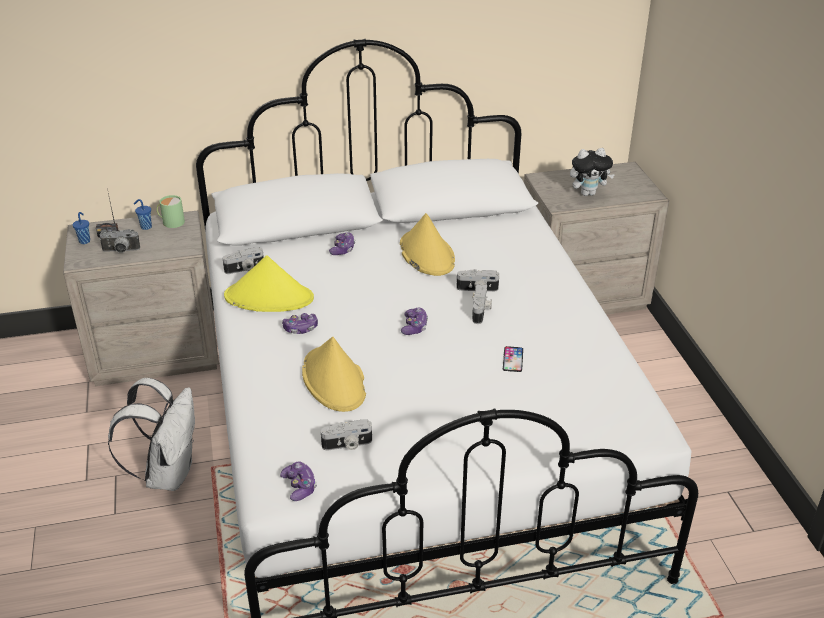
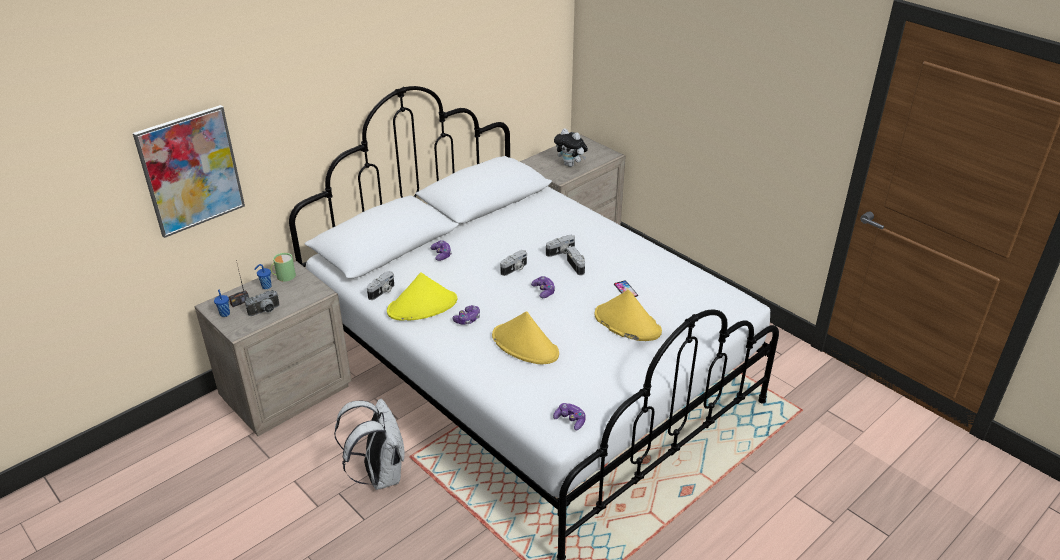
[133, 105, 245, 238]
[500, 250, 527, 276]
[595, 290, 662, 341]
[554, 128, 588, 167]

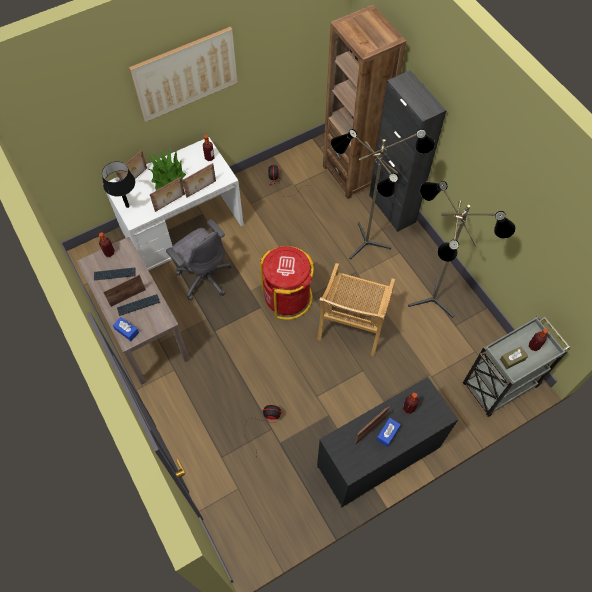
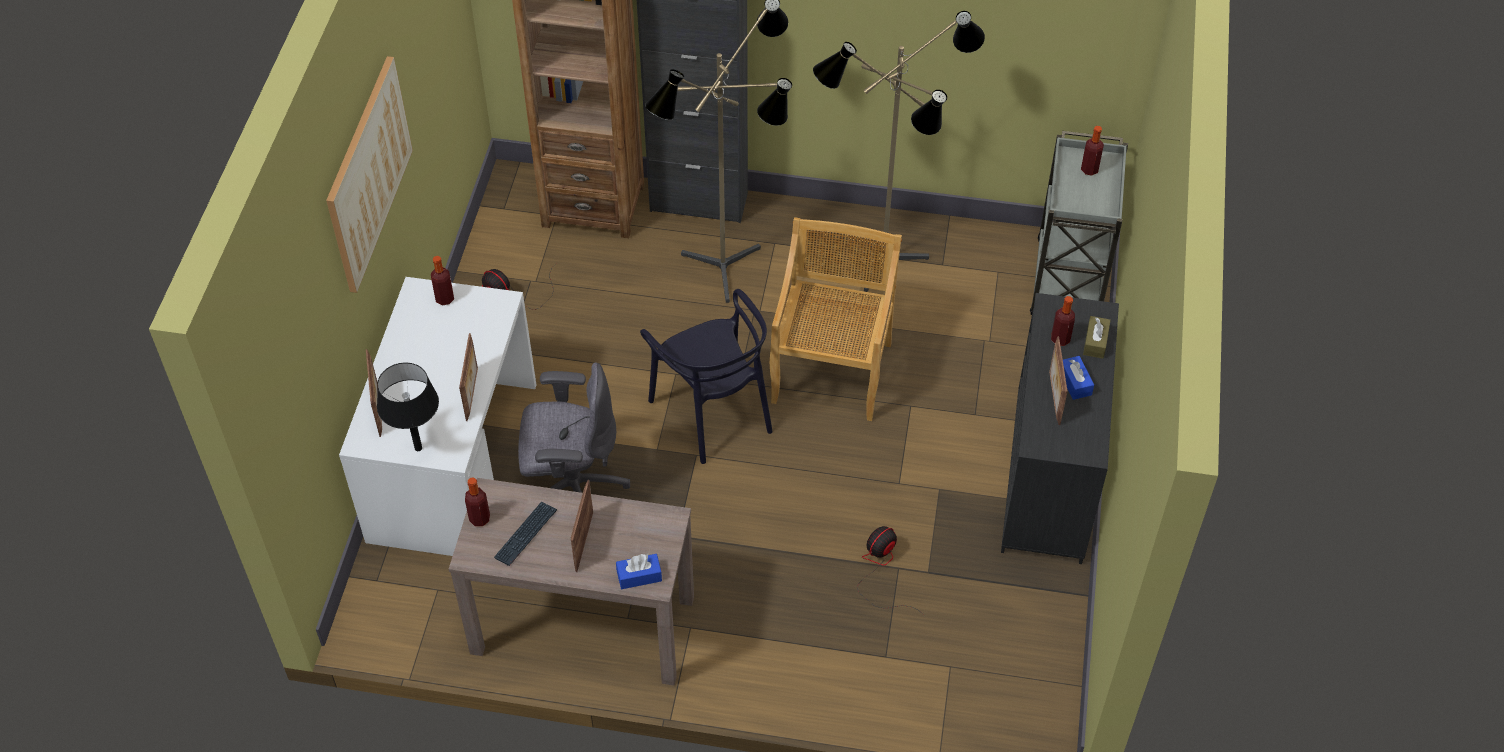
[117, 294, 160, 316] (first image)
[148, 146, 186, 190] (first image)
[182, 163, 216, 198] (first image)
[1083, 316, 1111, 359]
[640, 289, 773, 464]
[770, 217, 902, 421]

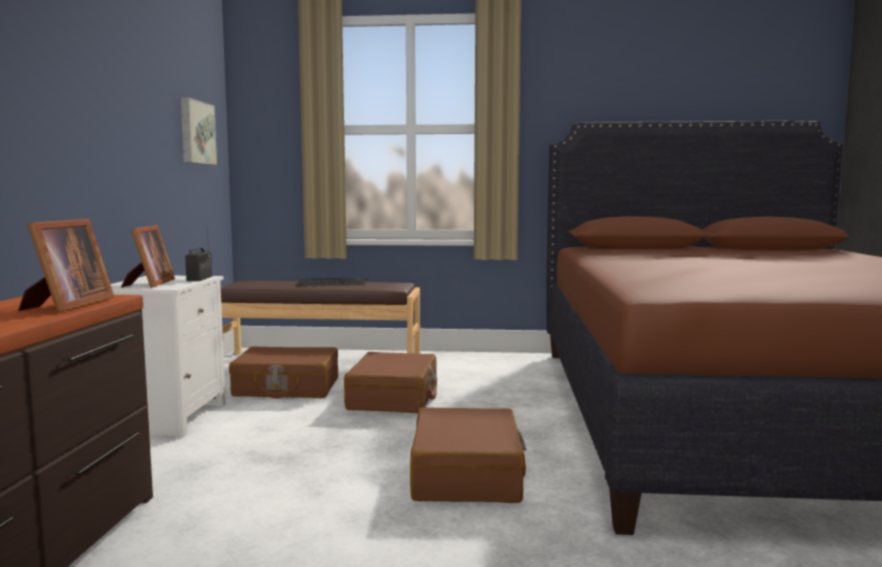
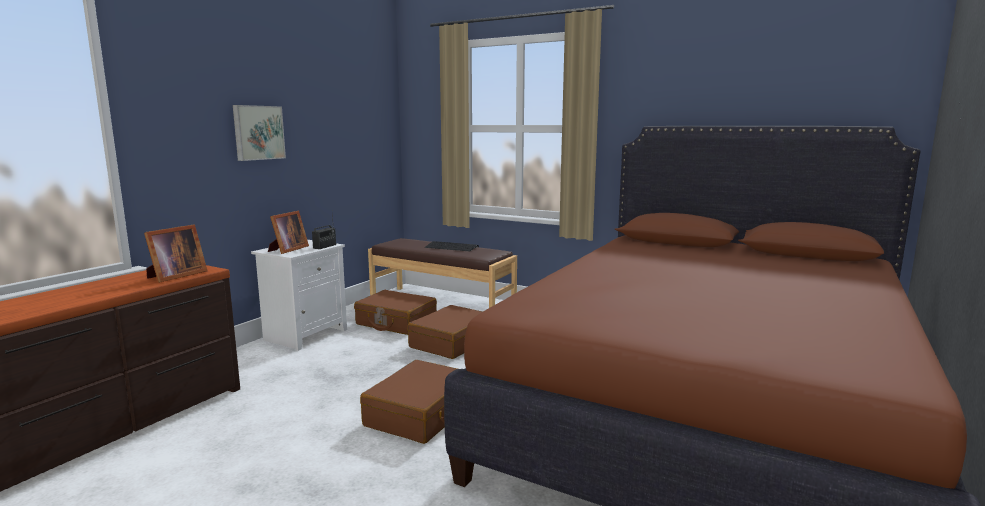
[233, 105, 286, 161]

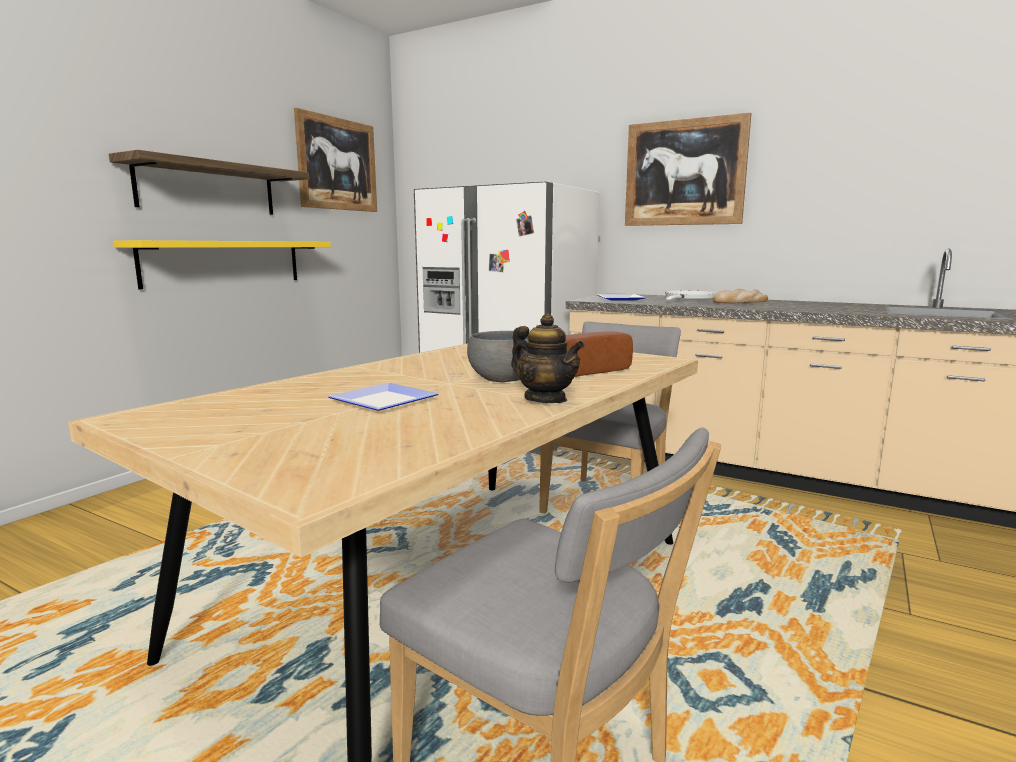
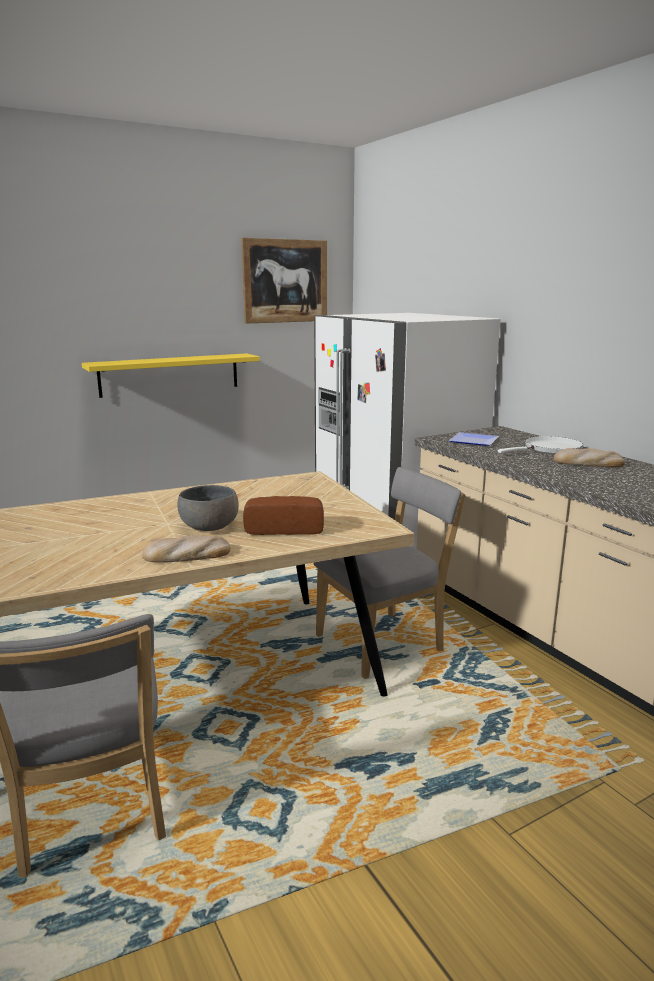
[109, 150, 309, 215] (first image)
[328, 383, 439, 411] (first image)
[625, 113, 751, 226] (first image)
[142, 535, 231, 563]

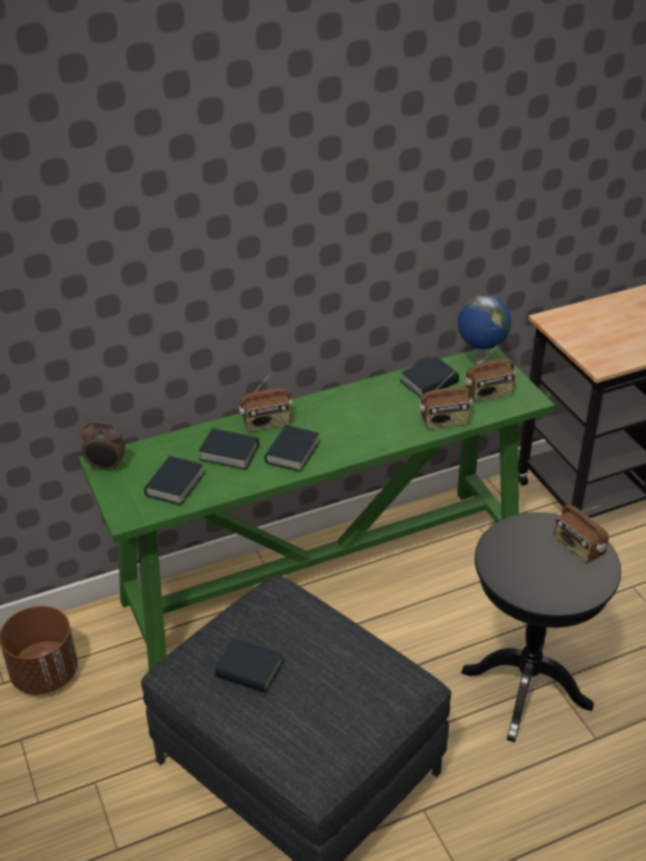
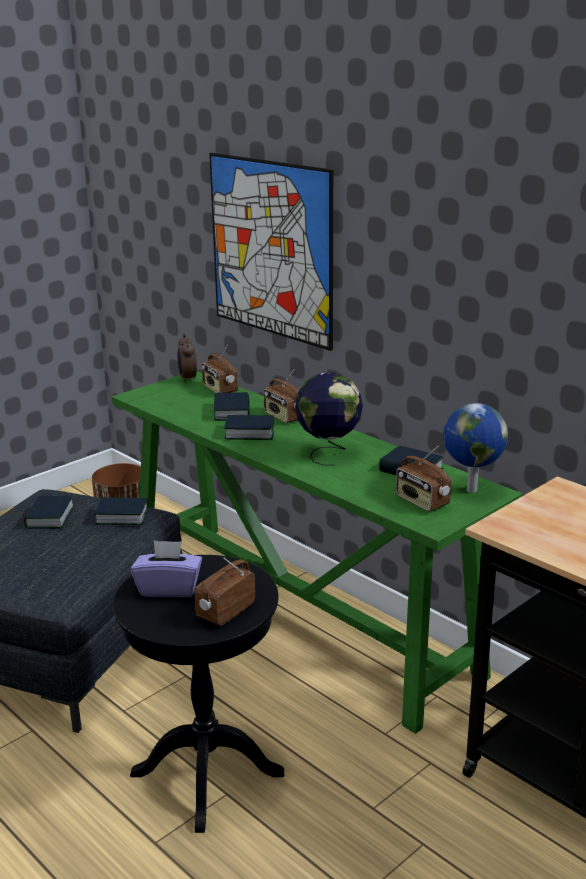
[131, 540, 202, 597]
[209, 153, 333, 351]
[295, 372, 363, 466]
[94, 497, 148, 525]
[202, 345, 238, 393]

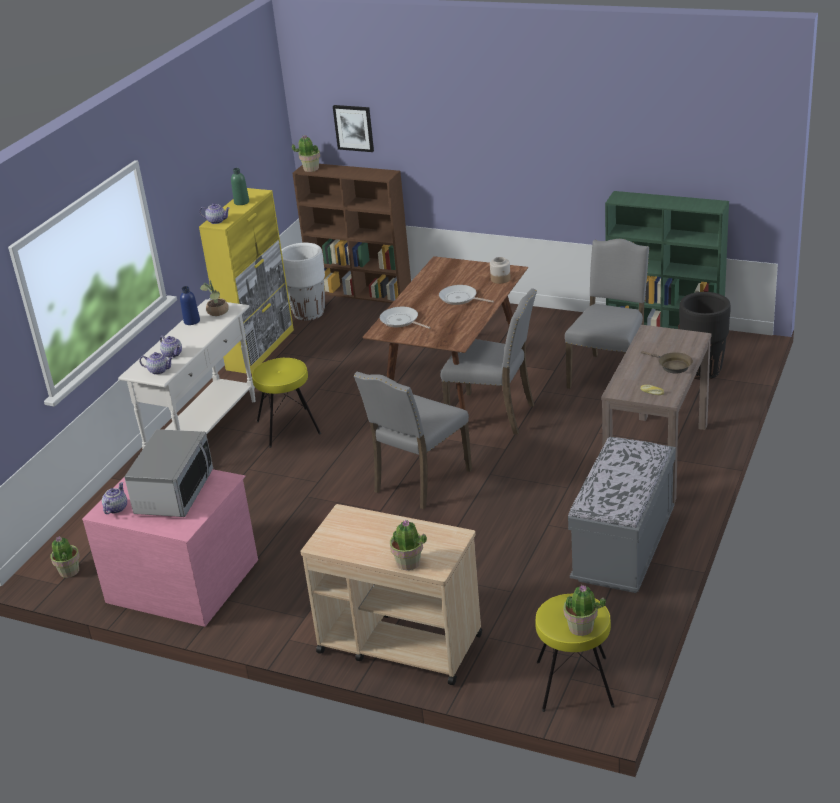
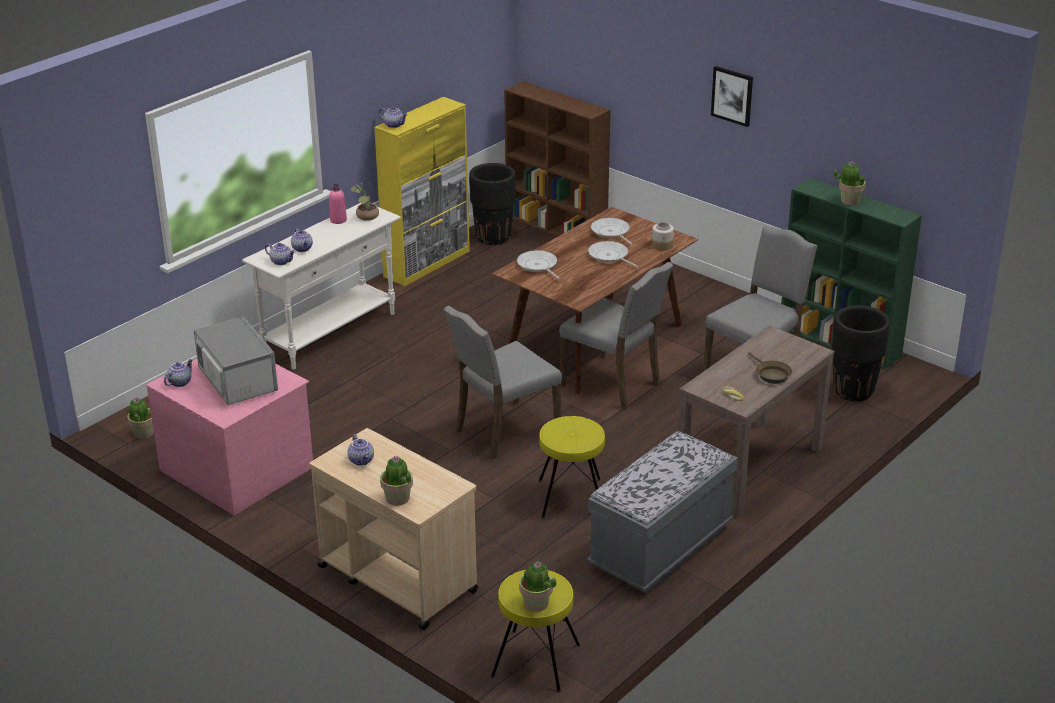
[231, 168, 249, 205] (first image)
[348, 434, 374, 466]
[591, 218, 634, 246]
[539, 416, 605, 518]
[833, 161, 866, 205]
[711, 66, 753, 127]
[329, 184, 347, 224]
[469, 163, 516, 245]
[194, 316, 278, 405]

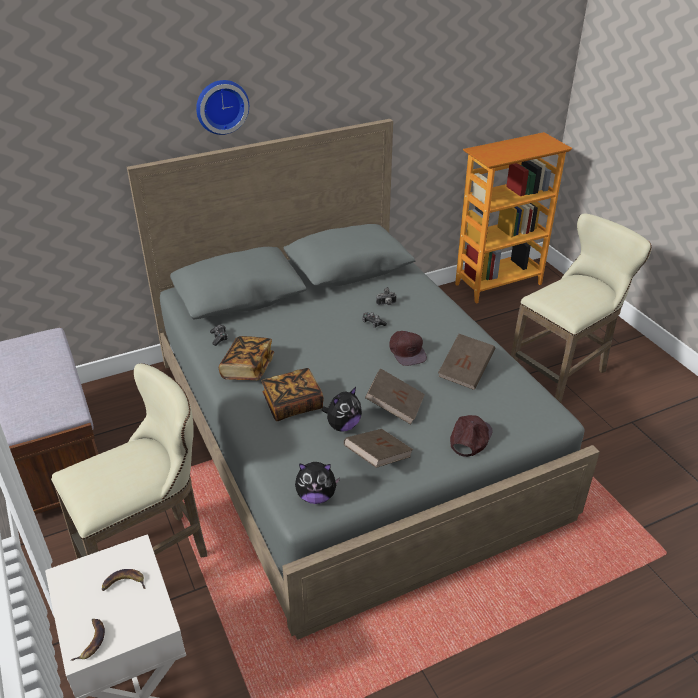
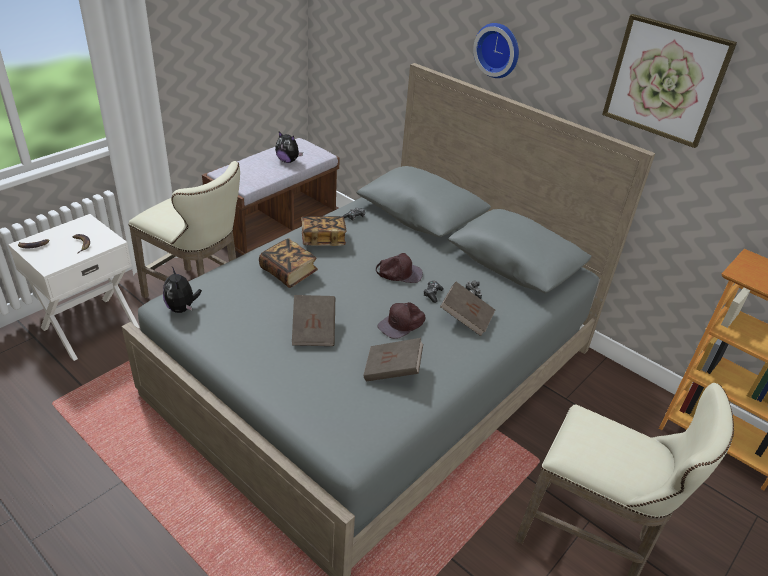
[602, 14, 737, 148]
[275, 132, 303, 163]
[440, 282, 495, 336]
[376, 253, 423, 283]

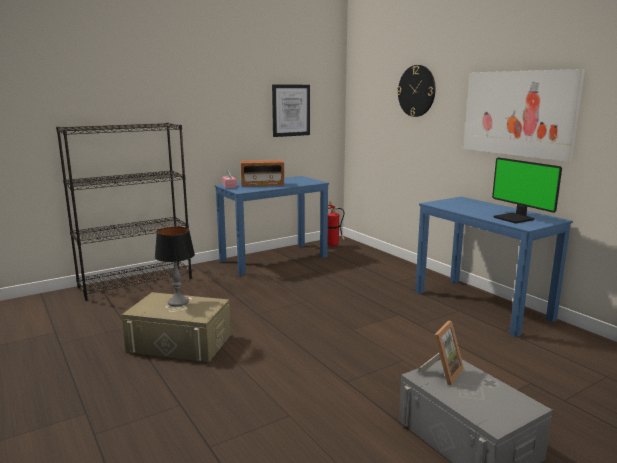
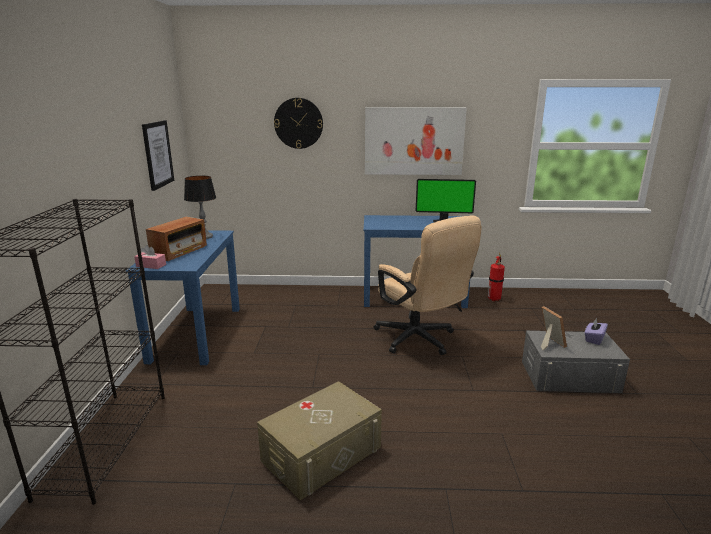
[373, 215, 482, 355]
[585, 318, 608, 345]
[184, 176, 216, 239]
[488, 253, 505, 301]

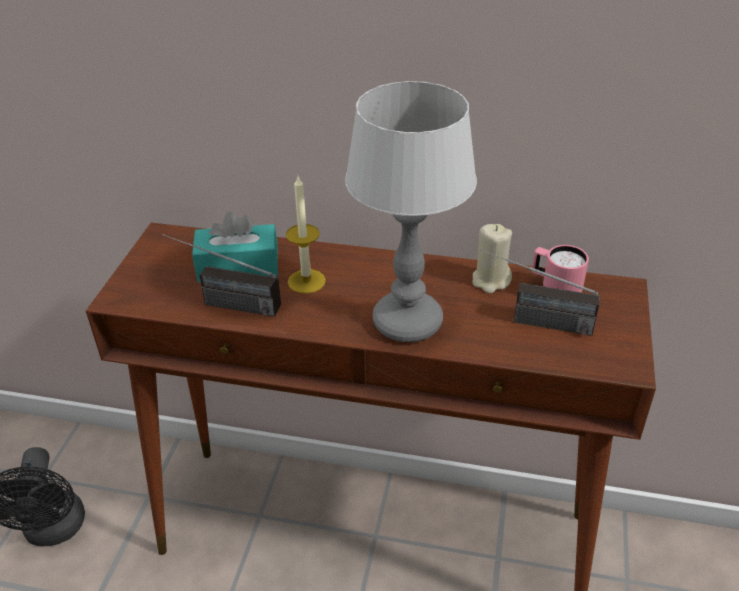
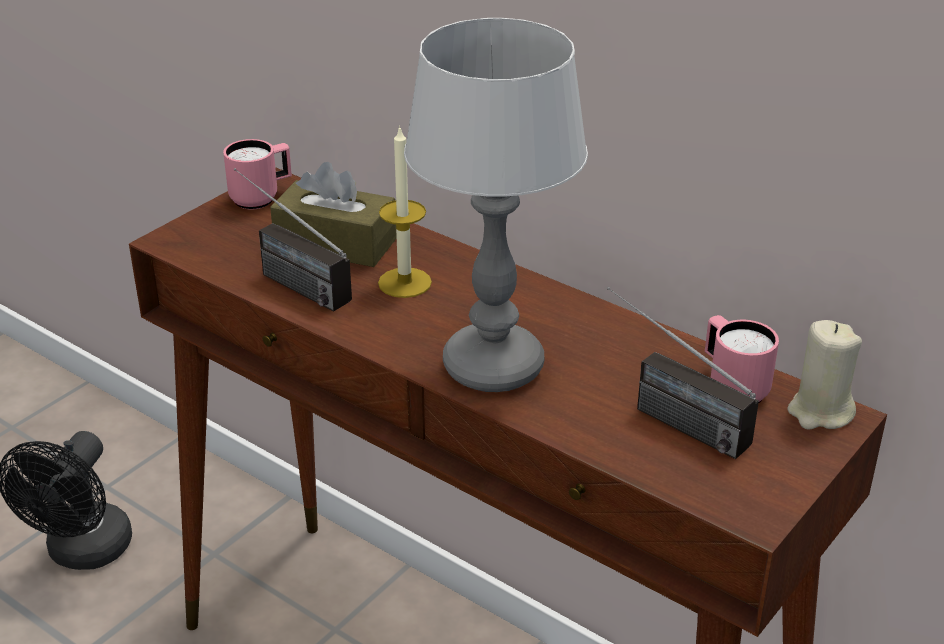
[223, 139, 292, 210]
[787, 320, 862, 430]
[270, 162, 397, 267]

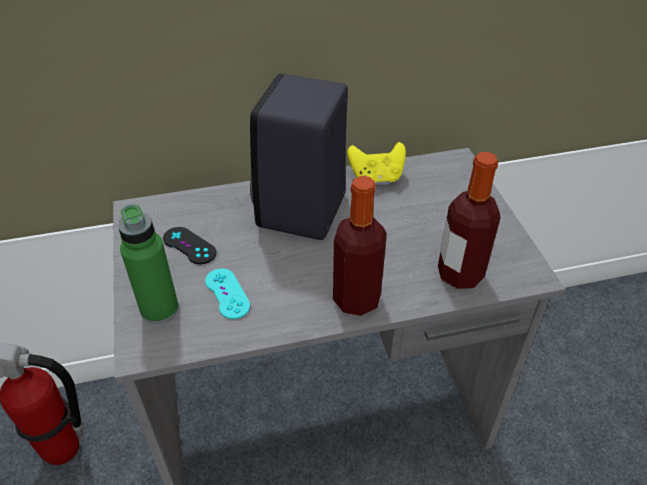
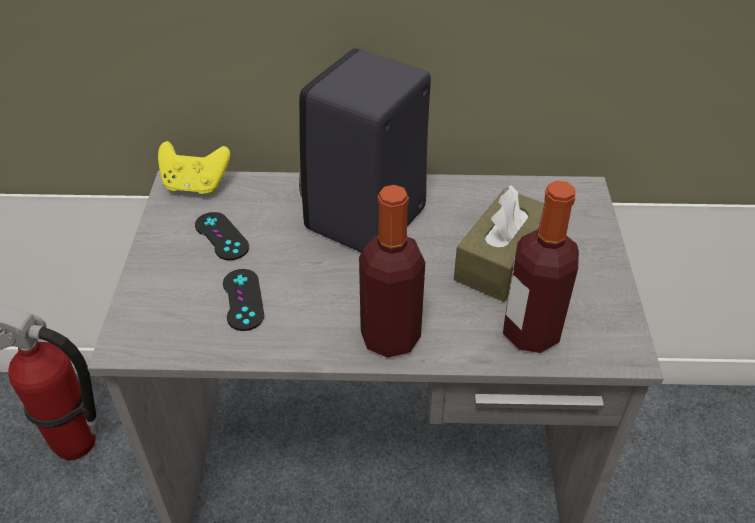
[118, 204, 179, 324] (first image)
[454, 185, 544, 302]
[158, 141, 230, 194]
[223, 269, 264, 331]

